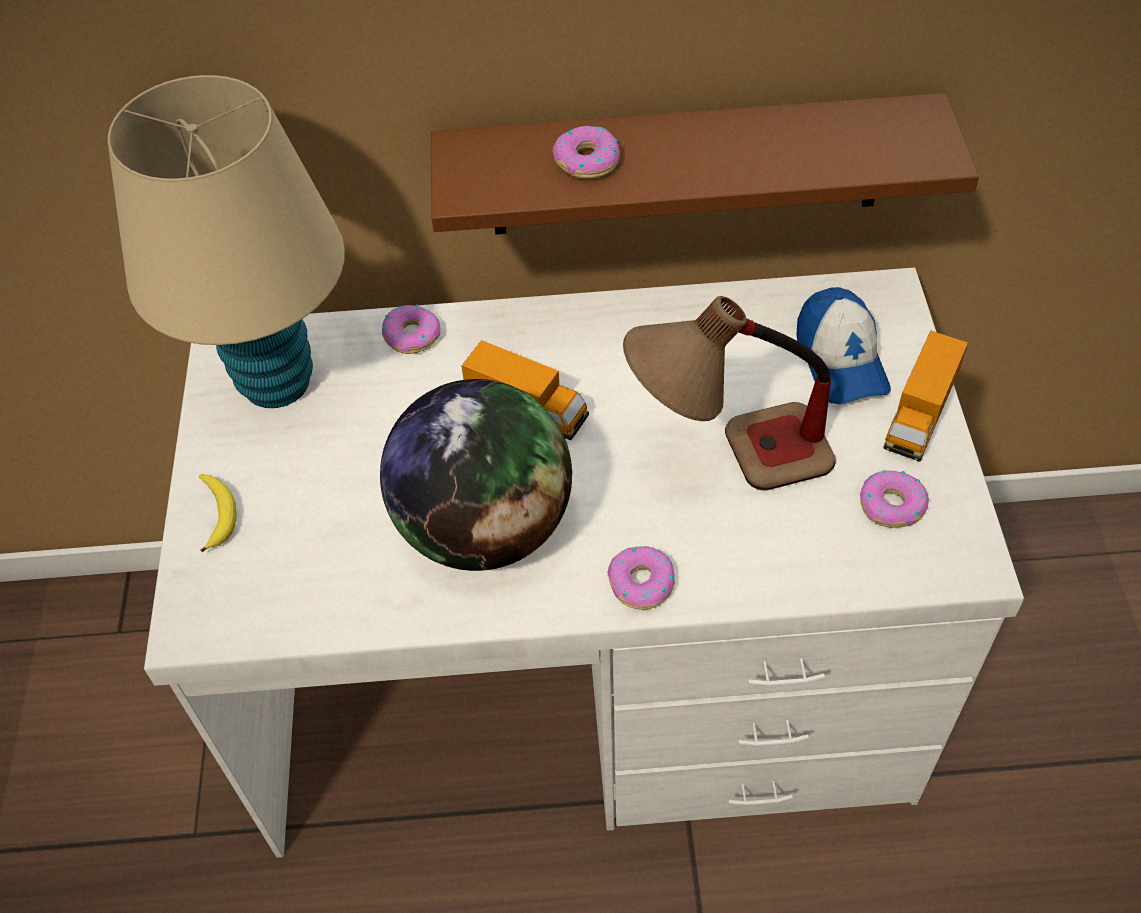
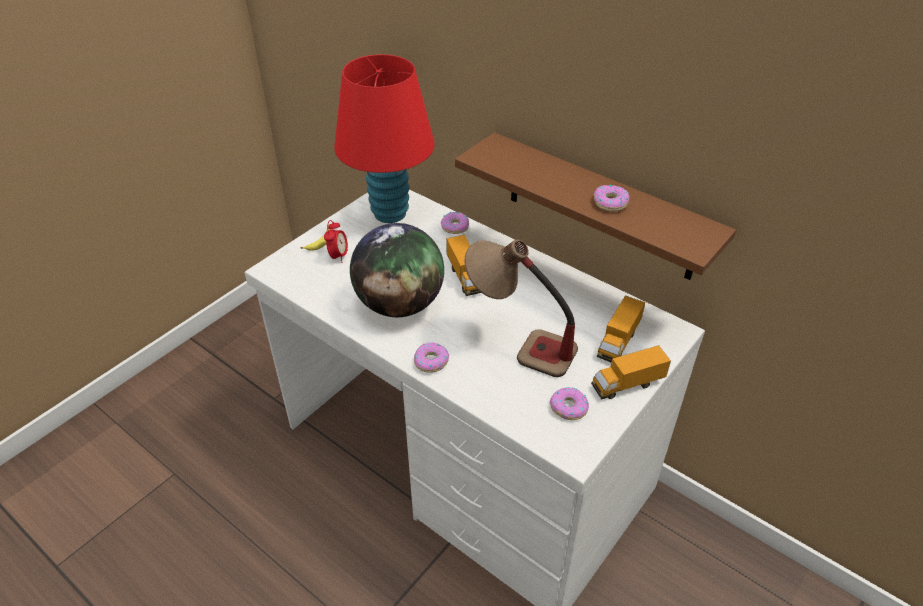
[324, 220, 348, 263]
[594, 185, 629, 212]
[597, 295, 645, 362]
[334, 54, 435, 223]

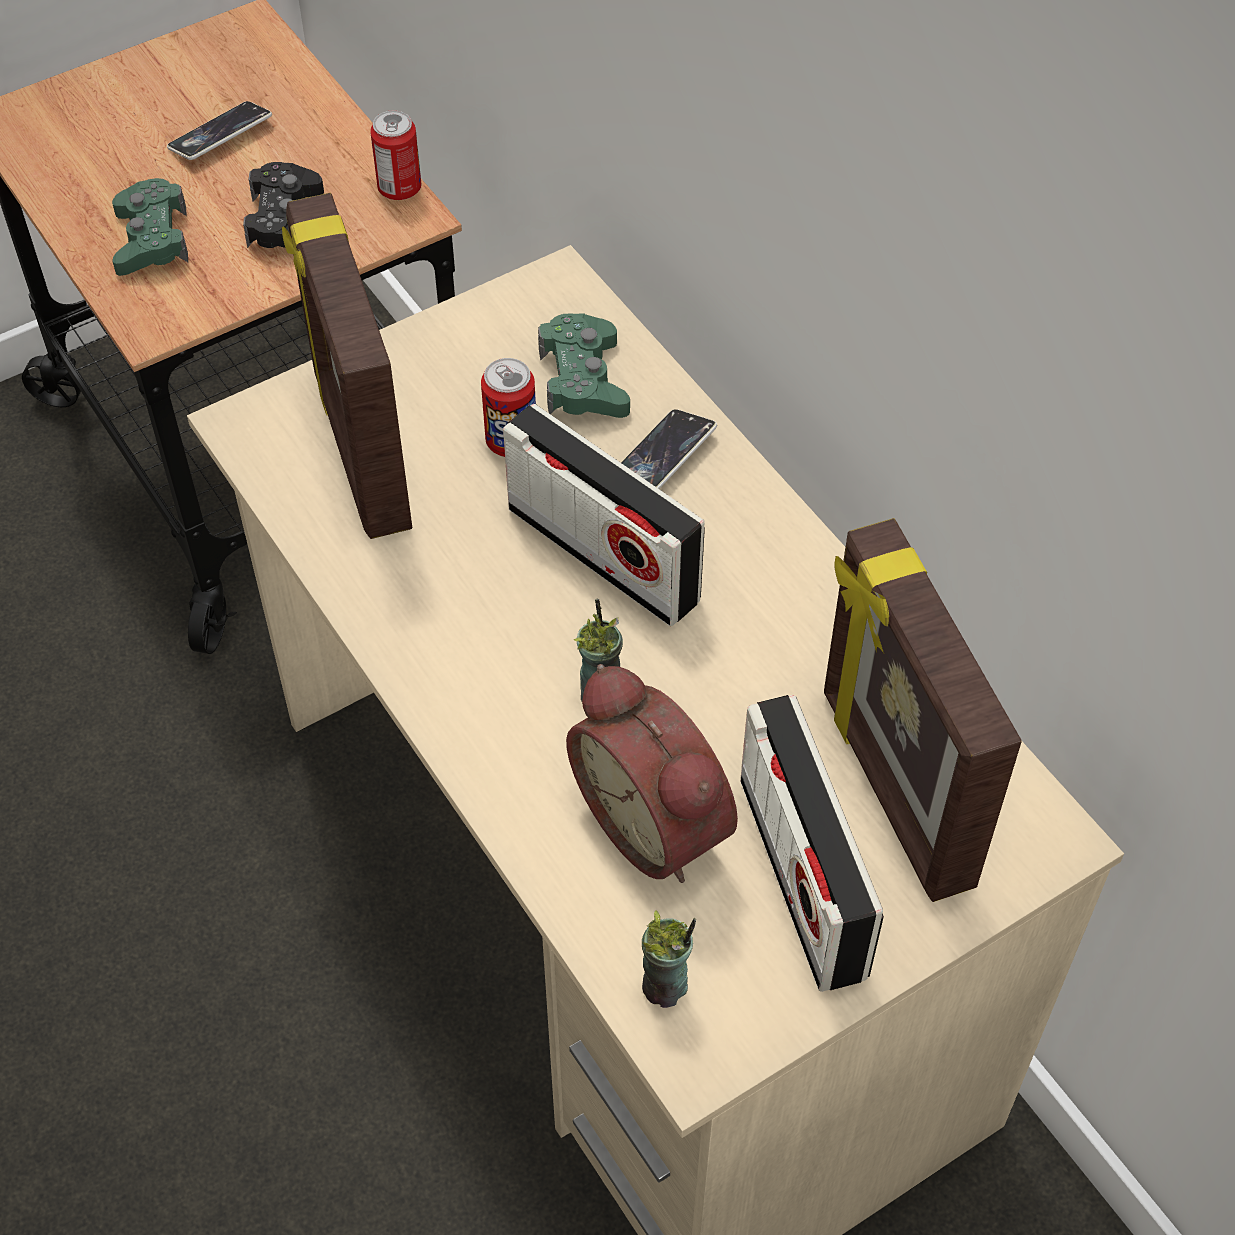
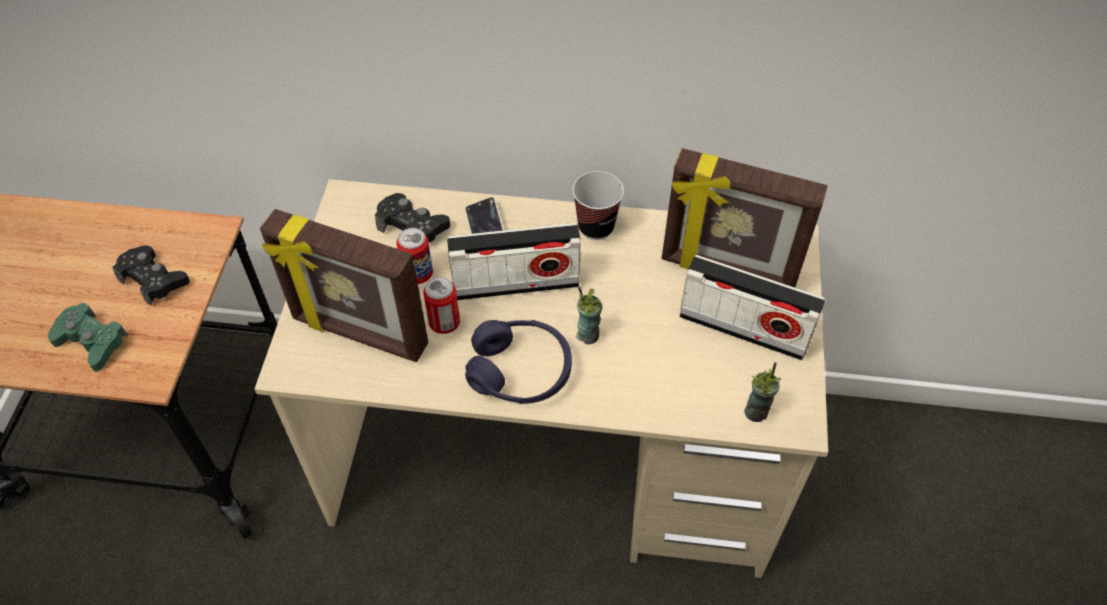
[167, 101, 272, 160] (first image)
[566, 664, 738, 883] (first image)
[465, 320, 572, 404]
[572, 171, 624, 240]
[423, 277, 460, 334]
[375, 193, 450, 242]

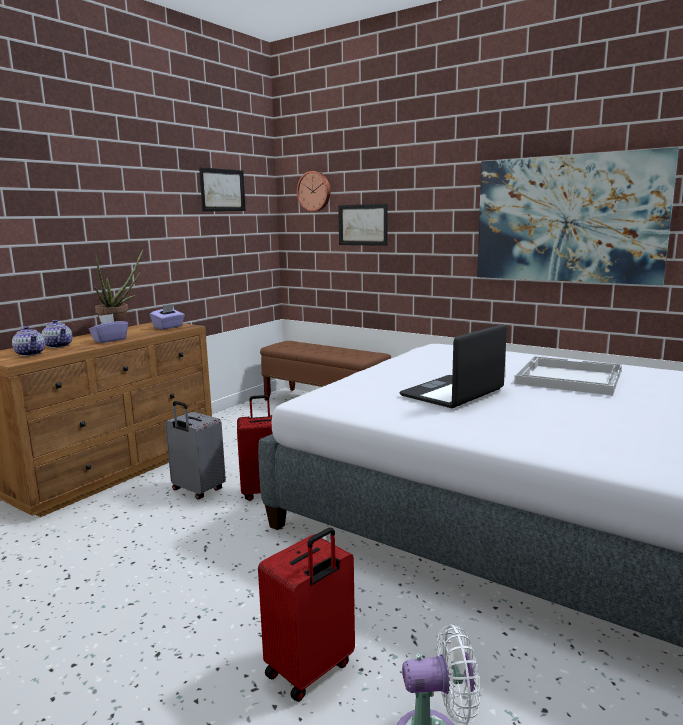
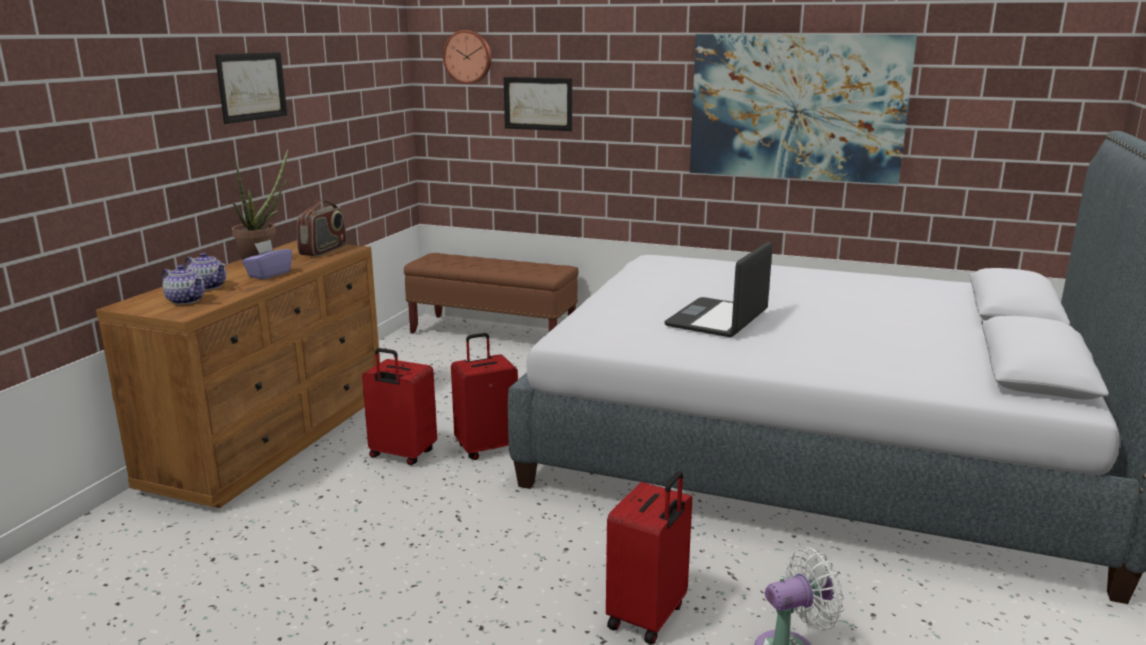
[514, 356, 622, 395] (first image)
[215, 52, 287, 124]
[297, 200, 347, 256]
[362, 348, 437, 465]

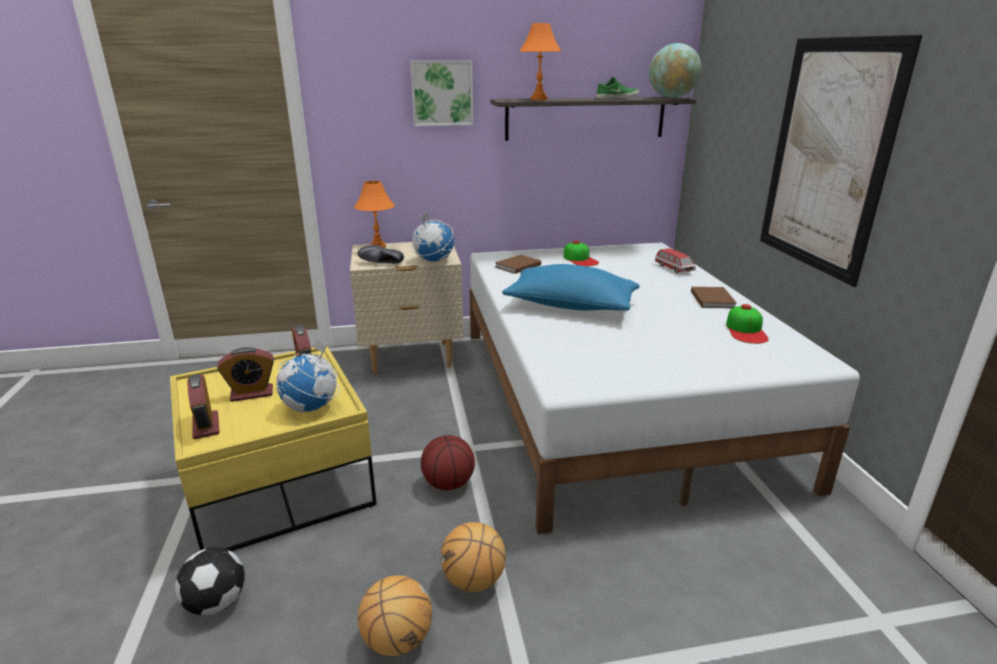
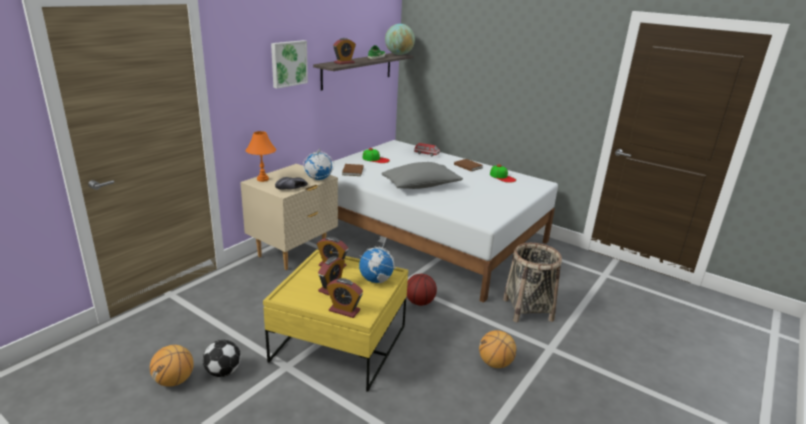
[760, 35, 923, 287] (first image)
[503, 243, 562, 322]
[203, 340, 241, 377]
[150, 345, 194, 387]
[333, 38, 356, 64]
[381, 162, 463, 189]

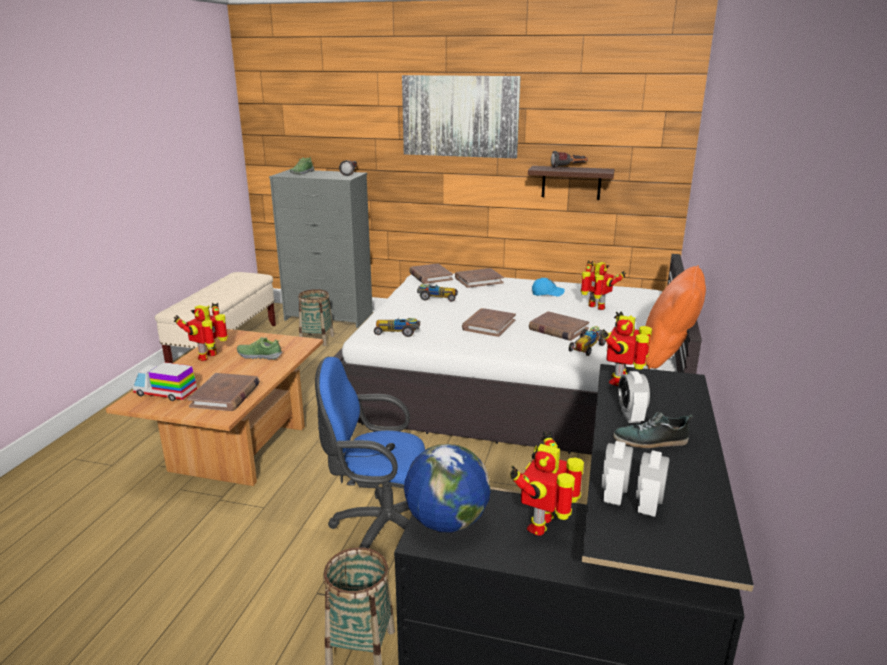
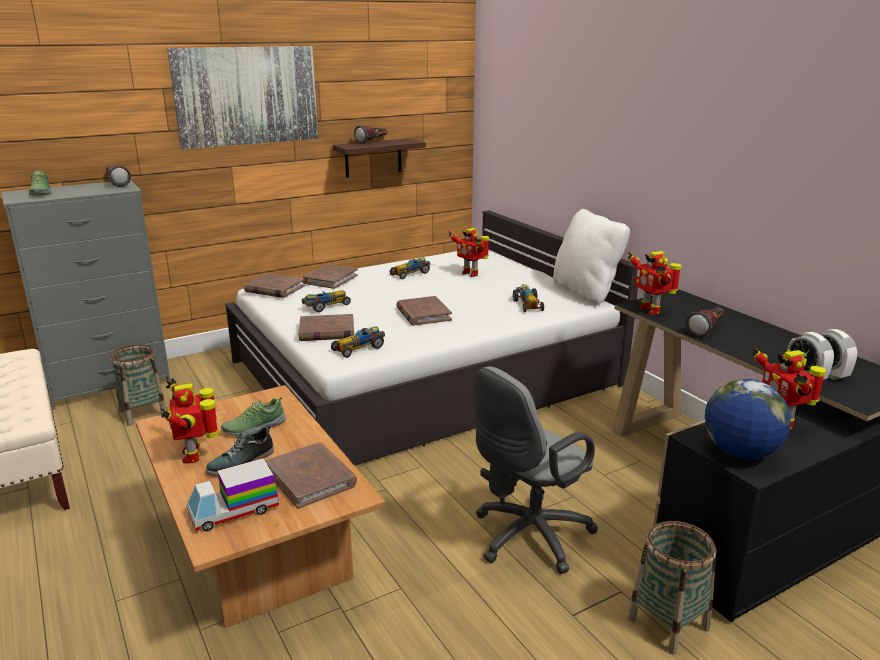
[298, 314, 354, 341]
[206, 424, 274, 476]
[390, 257, 430, 279]
[686, 307, 724, 337]
[474, 366, 598, 574]
[553, 209, 630, 305]
[448, 228, 489, 277]

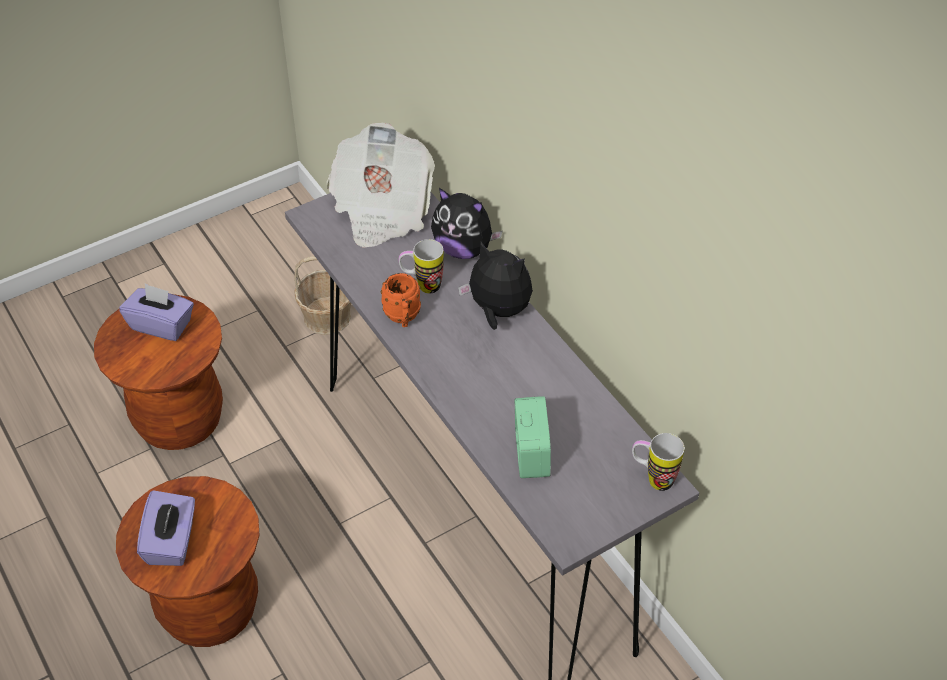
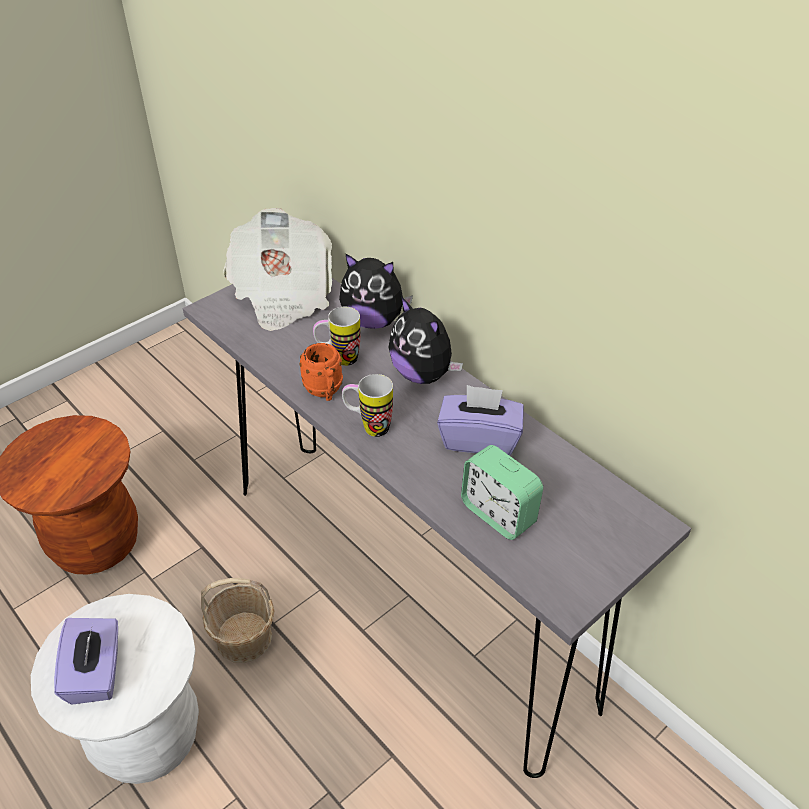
[437, 385, 524, 456]
[201, 578, 275, 663]
[342, 374, 393, 437]
[31, 594, 199, 784]
[388, 296, 463, 384]
[461, 445, 543, 540]

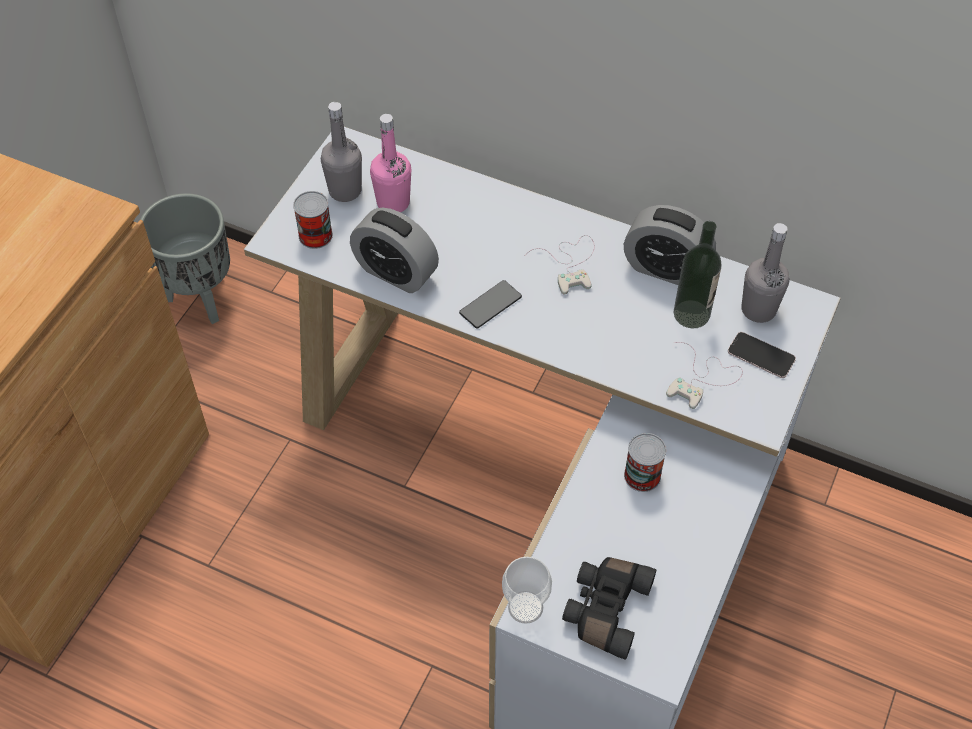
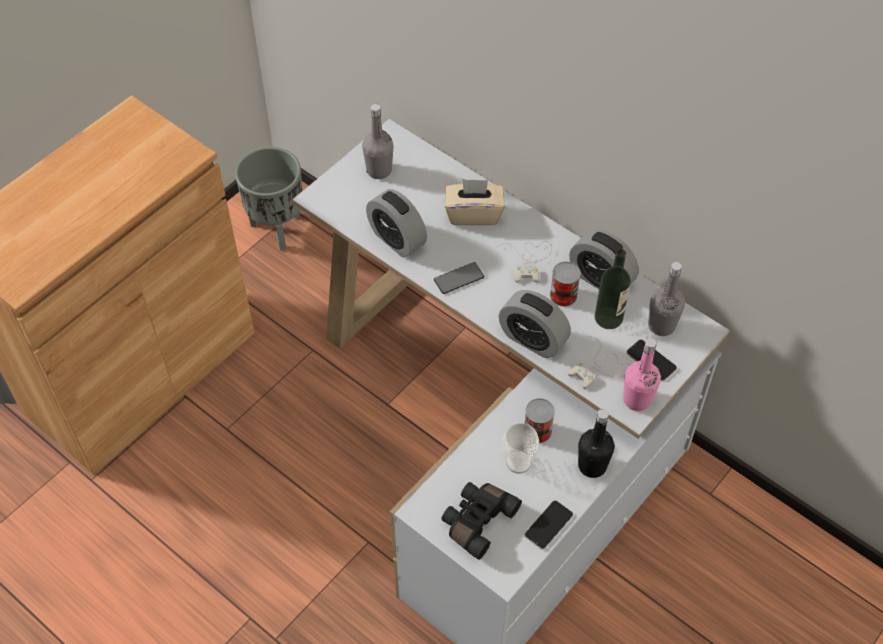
[445, 179, 505, 225]
[499, 290, 571, 358]
[525, 500, 573, 549]
[578, 409, 615, 478]
[550, 261, 581, 307]
[623, 338, 661, 411]
[503, 423, 539, 474]

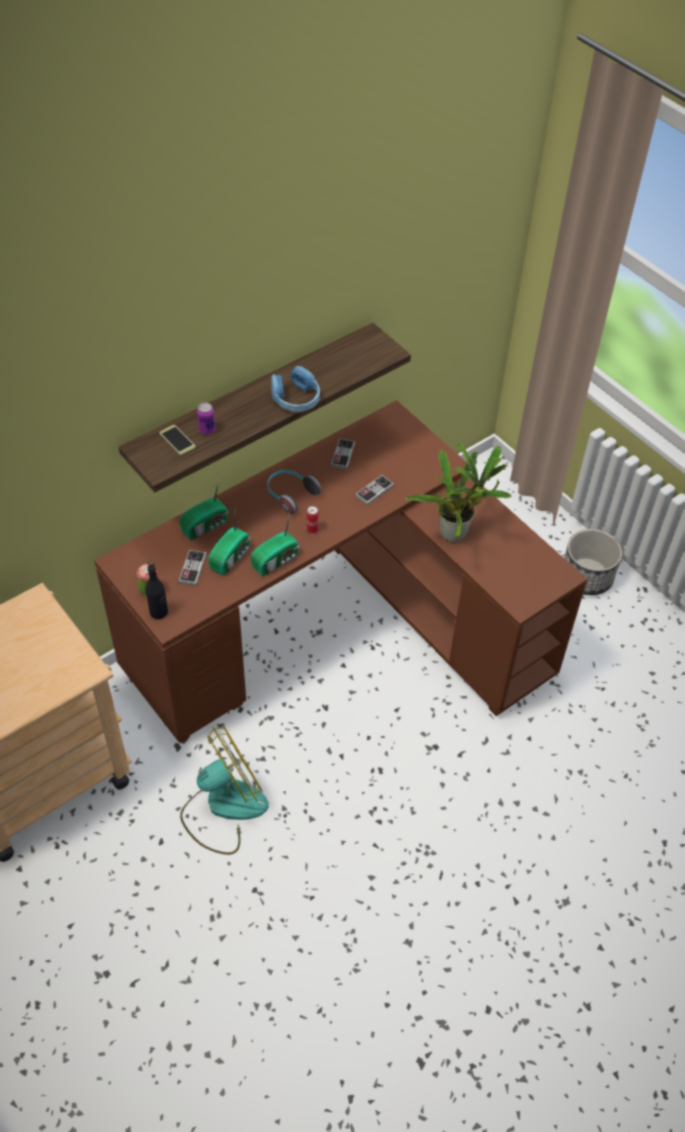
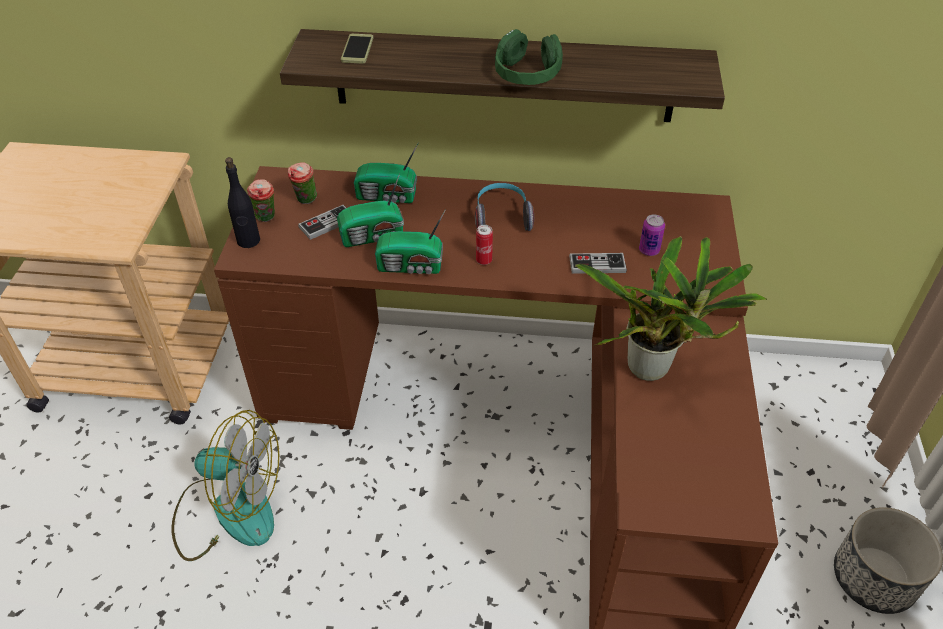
[331, 438, 355, 469] (first image)
[288, 162, 317, 204]
[639, 214, 665, 256]
[495, 29, 563, 85]

